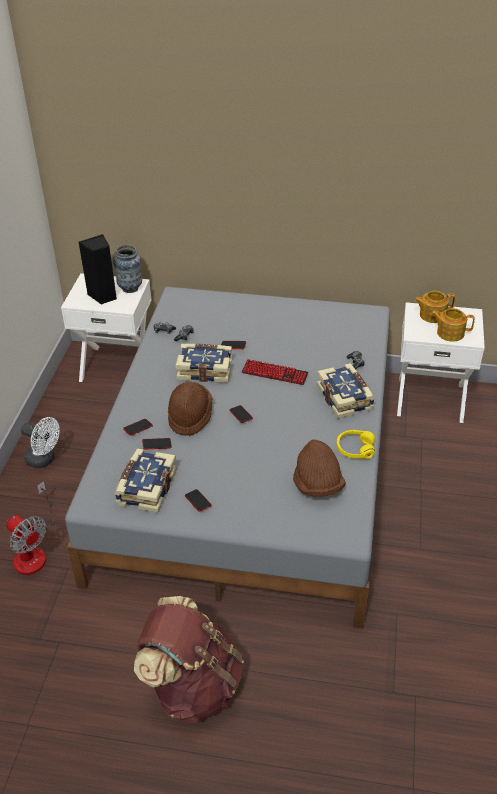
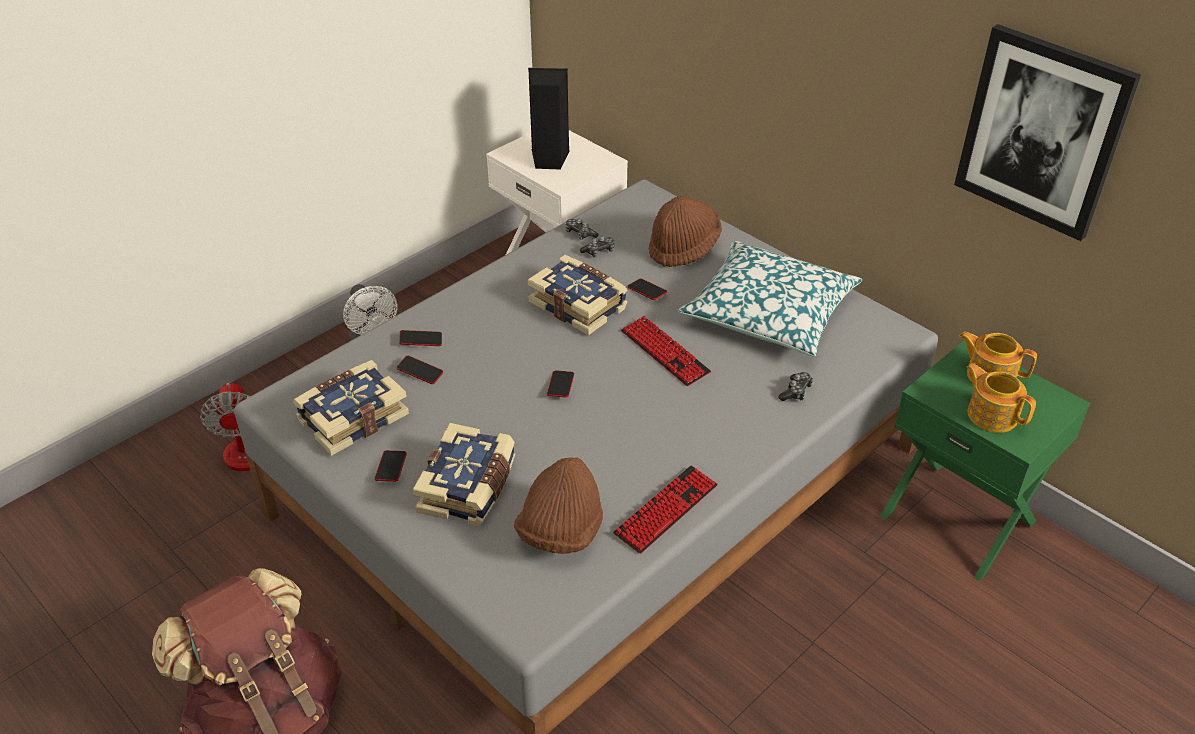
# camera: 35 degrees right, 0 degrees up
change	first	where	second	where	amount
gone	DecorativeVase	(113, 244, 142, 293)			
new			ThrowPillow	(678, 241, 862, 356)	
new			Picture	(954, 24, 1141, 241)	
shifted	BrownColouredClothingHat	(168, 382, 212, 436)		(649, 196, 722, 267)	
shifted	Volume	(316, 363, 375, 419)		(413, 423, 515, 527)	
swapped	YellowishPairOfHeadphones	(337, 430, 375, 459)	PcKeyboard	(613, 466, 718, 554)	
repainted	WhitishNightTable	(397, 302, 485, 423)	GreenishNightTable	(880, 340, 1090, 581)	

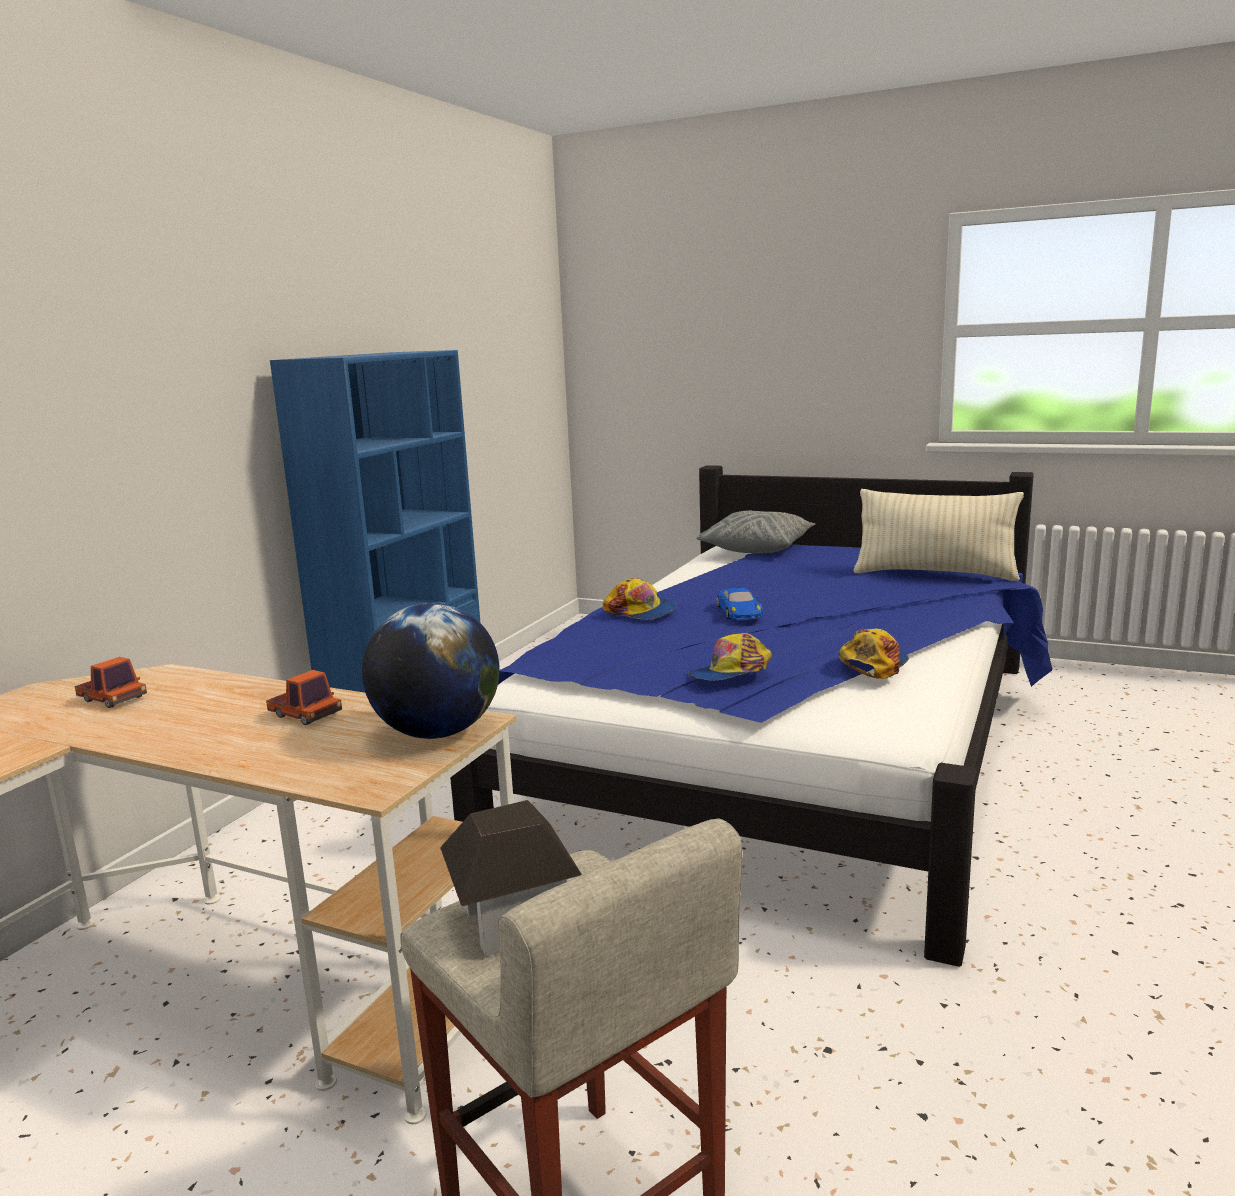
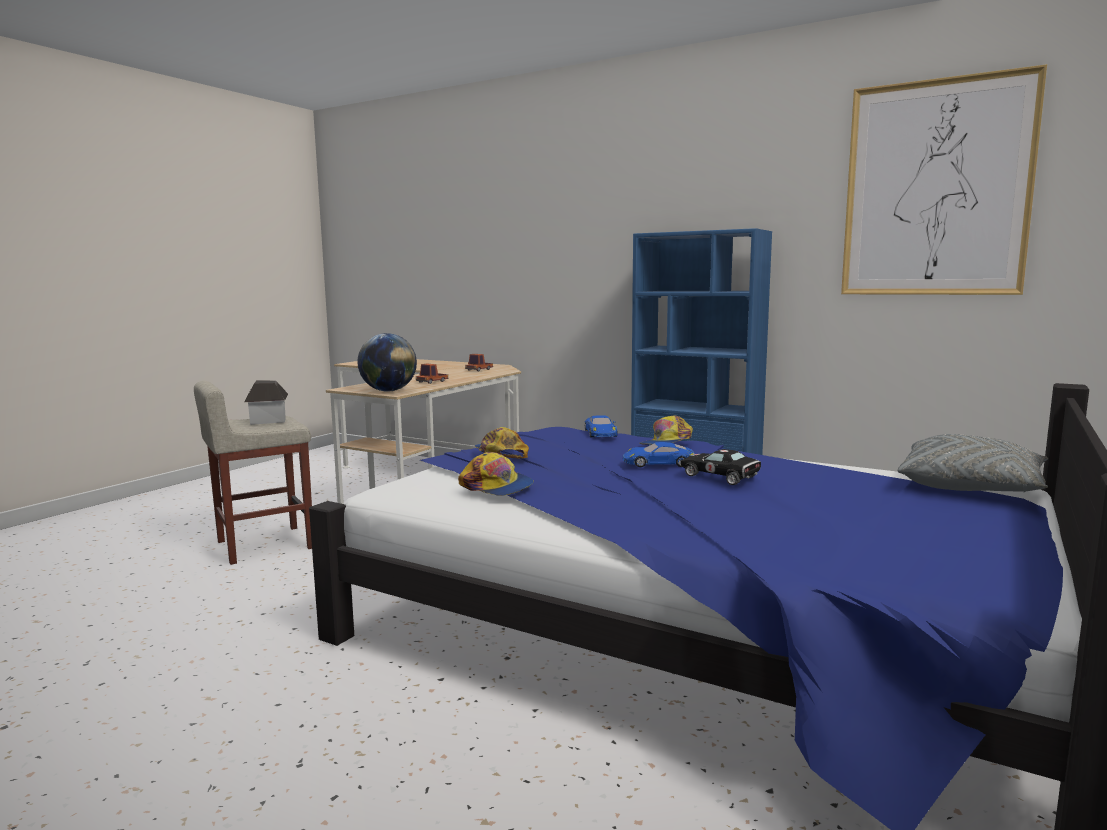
# camera: 95 degrees right, 5 degrees down
change	first	where	second	where	amount
gone	BeigeColouredThrowPillow	(853, 489, 1024, 581)			
new			BlueToyCar	(584, 415, 617, 437)	
new			BlackColouredToyCar	(681, 449, 761, 485)	
new			Picture	(841, 64, 1047, 295)	

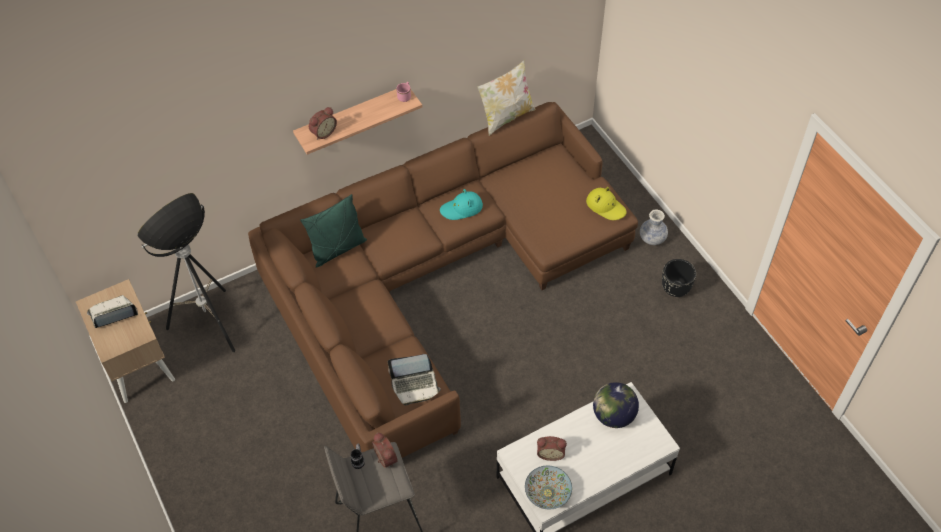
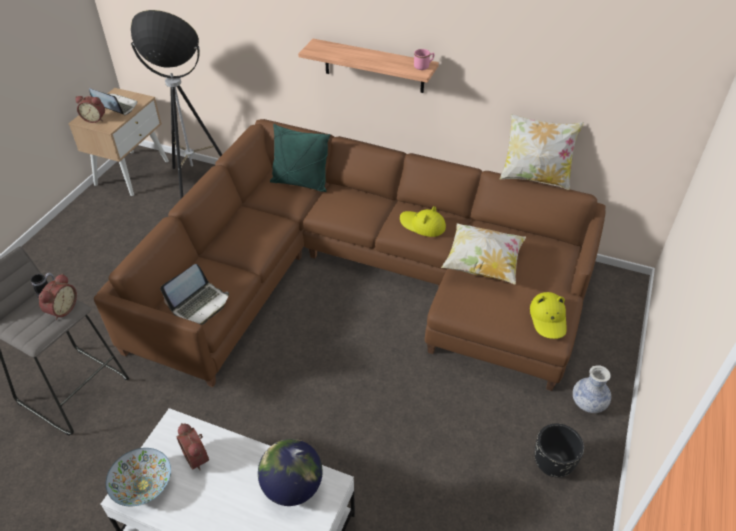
# camera: 50 degrees right, 10 degrees down
change	first	where	second	where	amount
new			ThrowPillow	(441, 223, 526, 284)	
shifted	AlarmClock	(309, 107, 337, 140)		(75, 96, 105, 123)	
repainted	TurquoiseClothingHat	(440, 189, 483, 220)	YellowishClothingHat	(400, 206, 446, 237)	
rotated	Laptop	(388, 354, 441, 405)		(160, 264, 229, 325)	90 degrees counterclockwise

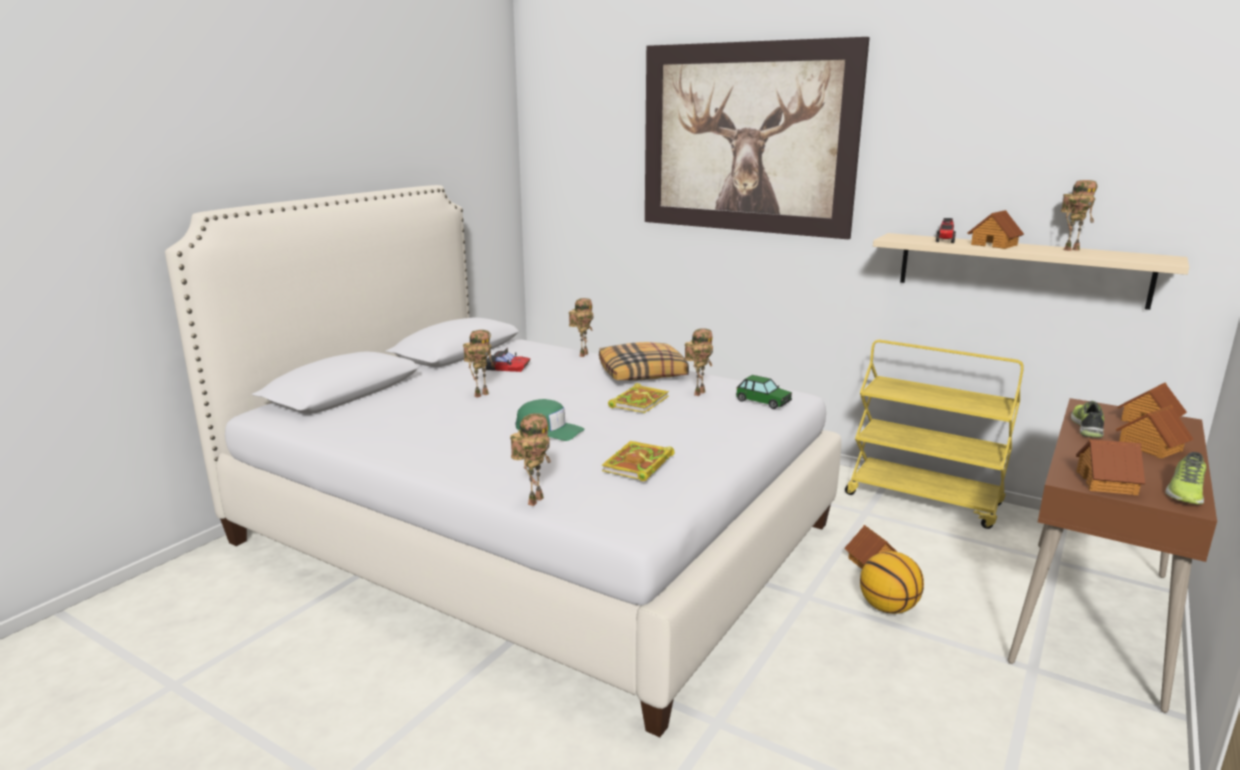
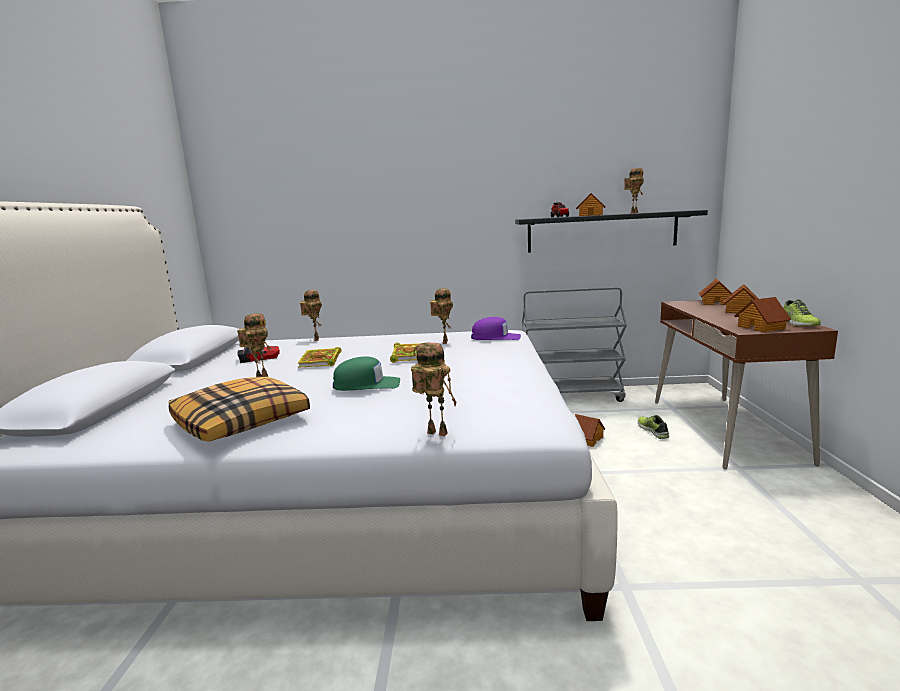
# camera: 30 degrees left, 5 degrees down
change	first	where	second	where	amount
gone	Picture	(645, 37, 870, 239)			
gone	Basketball	(860, 551, 924, 614)			
shifted	ThrowPillow	(599, 342, 689, 380)		(169, 377, 310, 442)	
shifted	Volume	(602, 441, 675, 481)		(298, 347, 342, 367)	
shifted	ItemOfFootwear	(1071, 401, 1104, 438)		(638, 415, 669, 439)	
swapped	ToyCar	(736, 375, 792, 409)	PurpleColouredBaseballCap	(471, 317, 521, 340)	
repainted	YellowishTrolley	(845, 340, 1024, 529)	GreyTrolley	(522, 287, 627, 402)	
repainted	BeigeColouredBracketShelf	(873, 233, 1189, 310)	BlackColouredBracketShelf	(515, 210, 708, 253)	
rotated	ModelRobot	(510, 413, 551, 506)		(411, 343, 456, 436)	60 degrees counterclockwise

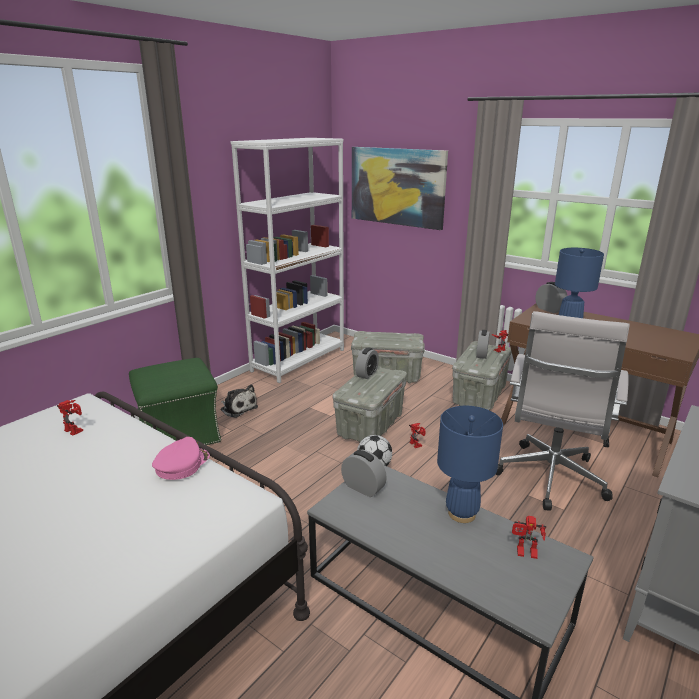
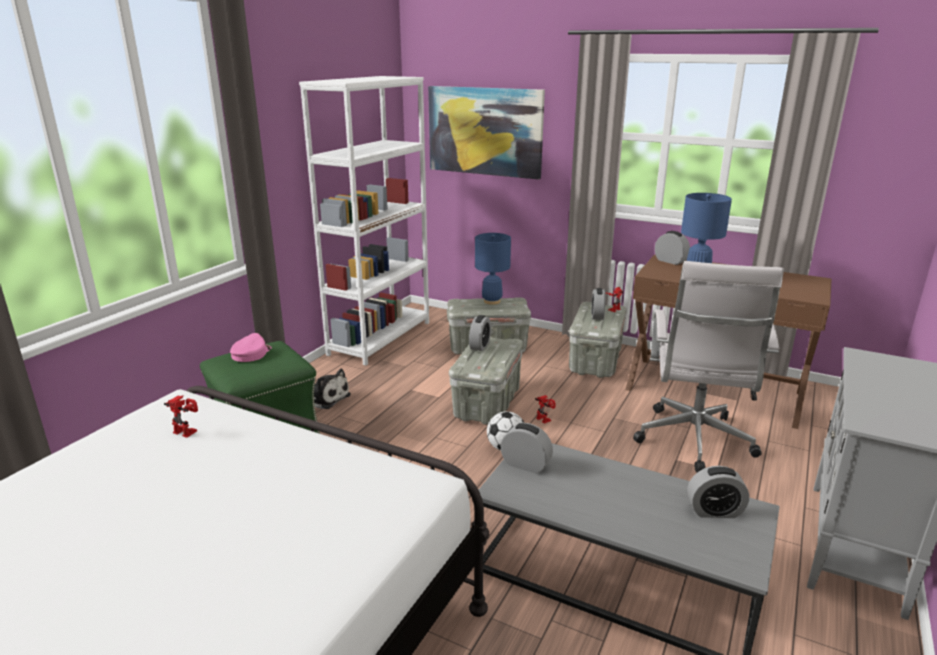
# camera: 10 degrees left, 0 degrees up
change	first	where	second	where	amount
shifted	PinkBaseballCap	(152, 437, 210, 480)		(230, 333, 272, 362)	
shifted	BlueTabletopLamp	(437, 406, 503, 523)		(475, 233, 511, 305)	
swapped	ModelRobot	(512, 516, 546, 559)	AlarmClock	(687, 466, 749, 518)	

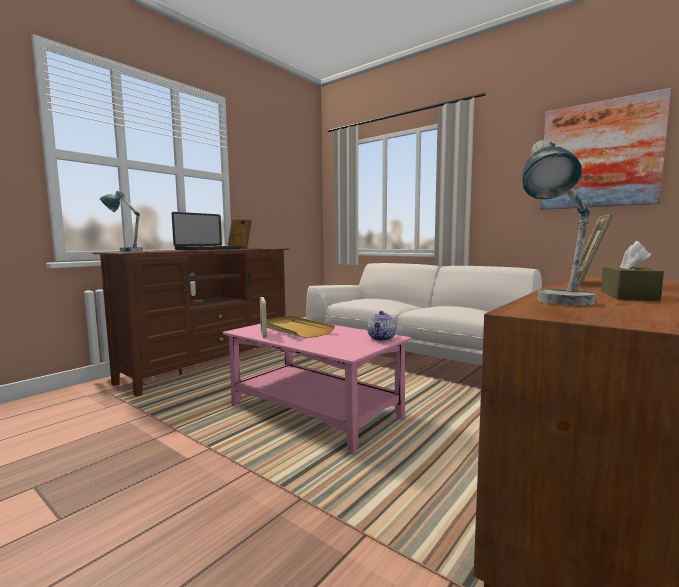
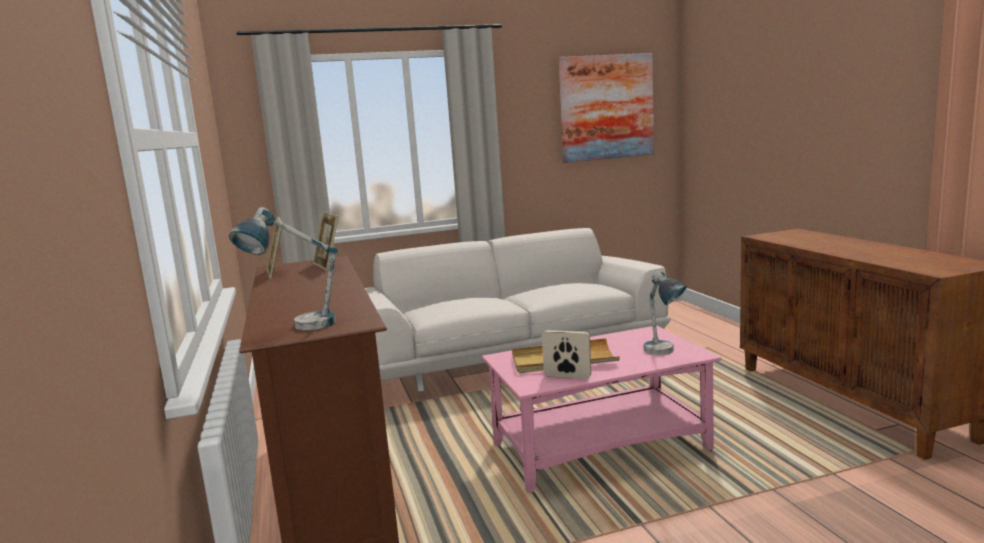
# camera: 55 degrees left, 5 degrees up
change	first	where	second	where	amount
gone	Laptop	(172, 212, 241, 250)			
gone	TeaPot	(367, 311, 396, 341)			
gone	BrownColouredBoxOfTissues	(601, 241, 664, 301)			
shifted	TabletopLamp	(522, 140, 596, 306)		(644, 271, 687, 355)	
shifted	PhotoFrame	(577, 215, 613, 286)		(312, 212, 338, 271)	

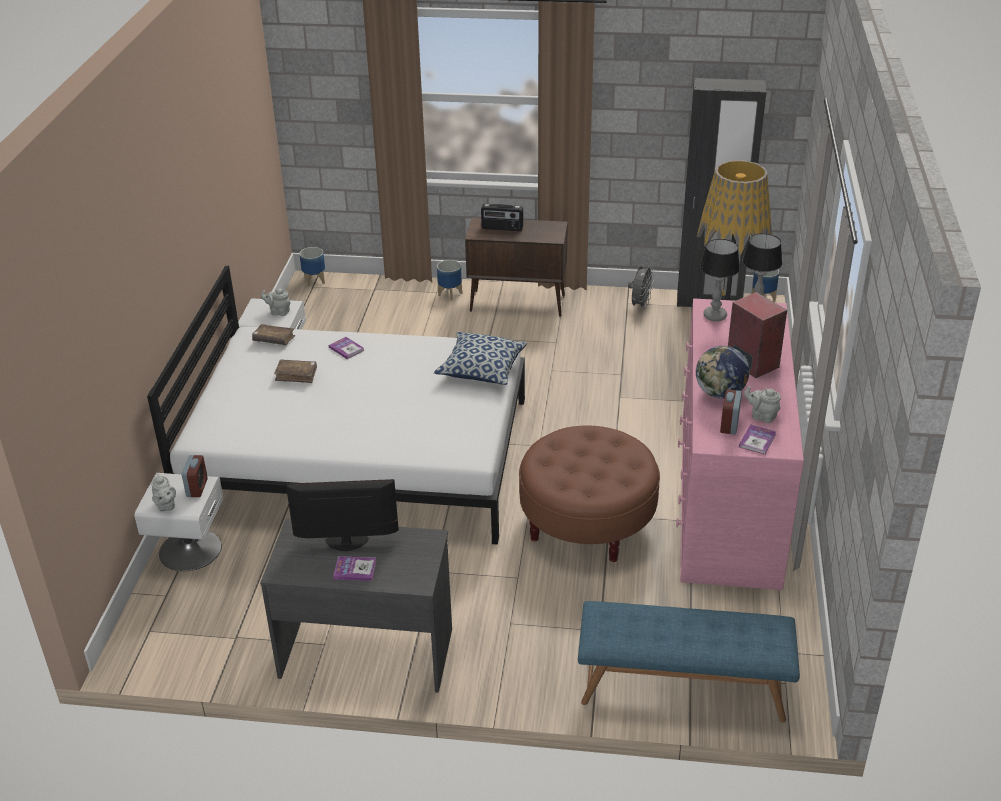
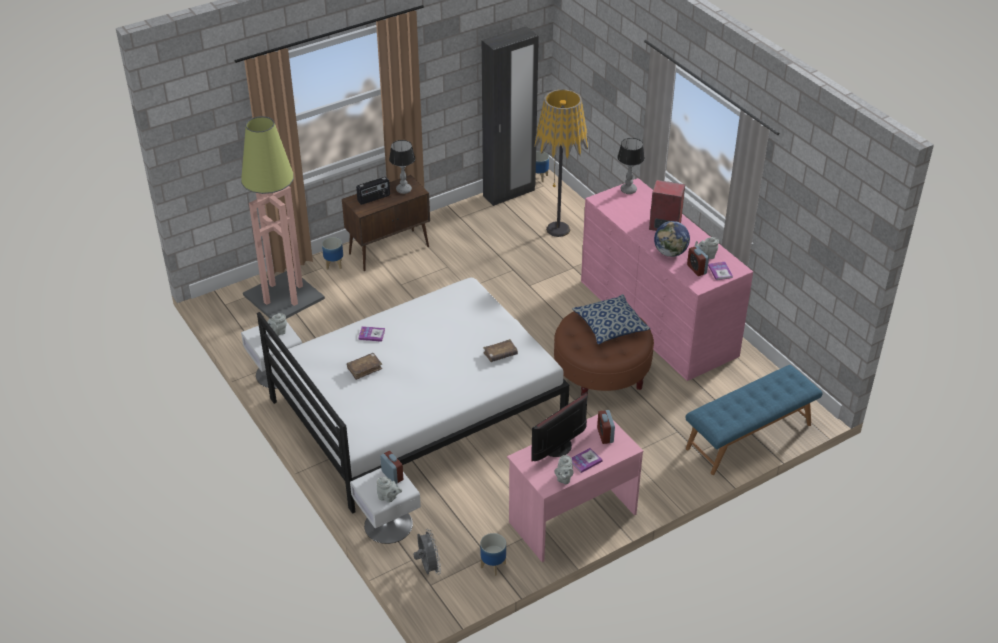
# camera: 40 degrees left, 5 degrees up
change	first	where	second	where	amount
new			StandingLamp	(241, 116, 325, 319)	
new			GreyTeaPot	(554, 454, 574, 484)	
new			AlarmClock	(597, 410, 615, 444)	
shifted	BrownColouredVolume	(252, 324, 295, 345)		(483, 339, 518, 362)	
shifted	Planter	(299, 247, 325, 286)		(480, 533, 506, 576)	
shifted	ThrowPillow	(434, 332, 527, 385)		(572, 294, 650, 345)	
shifted	GreyFan	(628, 265, 654, 310)		(413, 529, 441, 575)	
shifted	TabletopLamp	(700, 239, 740, 321)		(389, 140, 415, 194)	
repainted	GreyDeskUnit	(260, 518, 452, 693)	PinkDeskUnit	(507, 414, 643, 562)	

